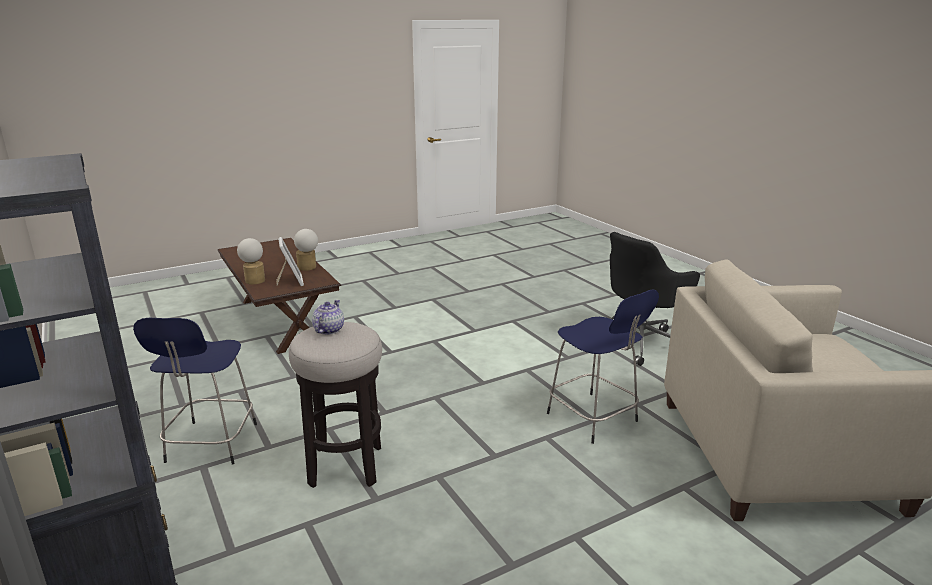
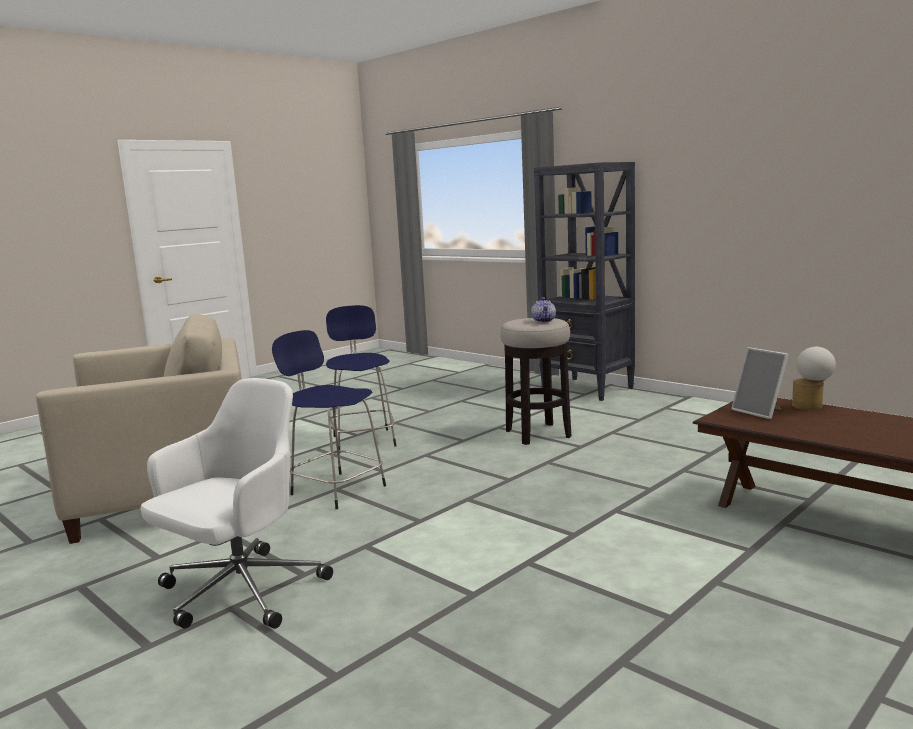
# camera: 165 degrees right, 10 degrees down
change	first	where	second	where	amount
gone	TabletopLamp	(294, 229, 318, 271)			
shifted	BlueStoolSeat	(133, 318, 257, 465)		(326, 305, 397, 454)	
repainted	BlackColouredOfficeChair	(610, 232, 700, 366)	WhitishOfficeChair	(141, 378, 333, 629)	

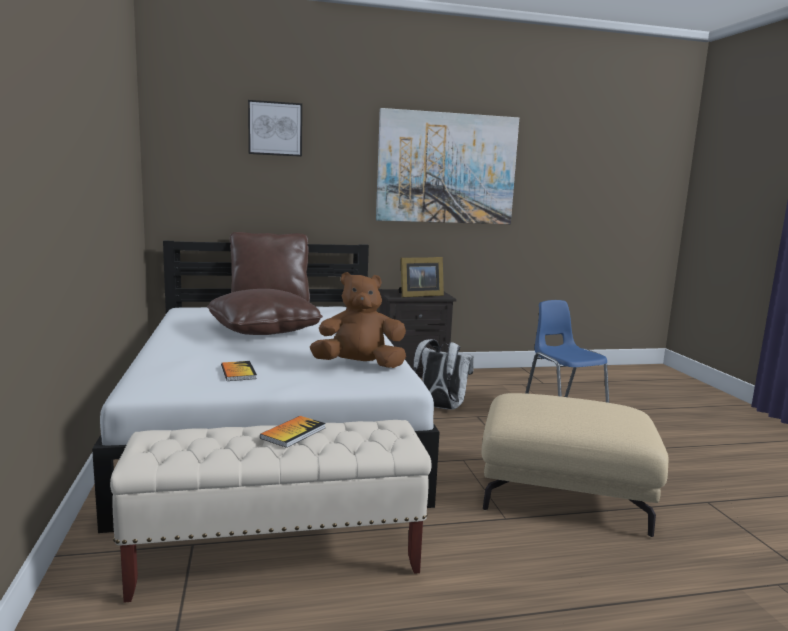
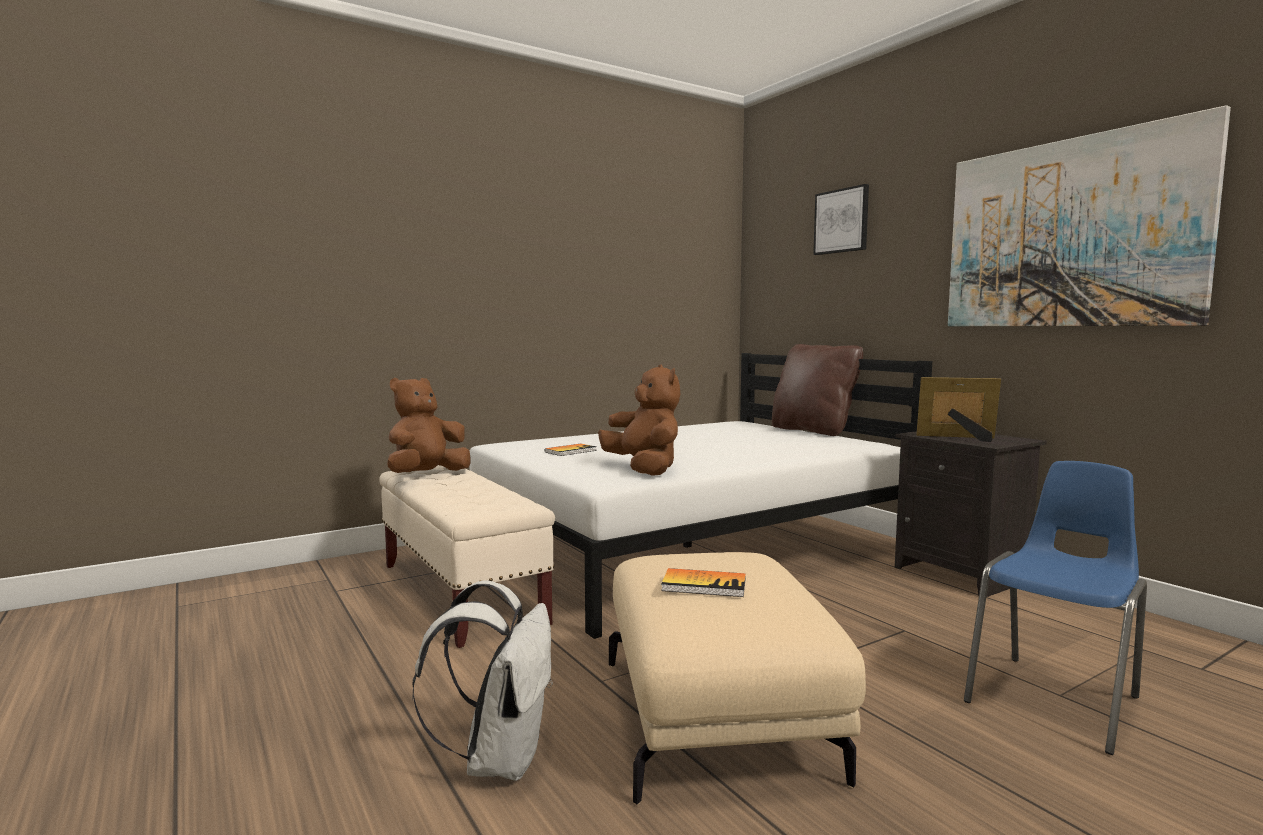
# camera: 70 degrees right, 5 degrees down
change	first	where	second	where	amount
gone	BrownColouredThrowPillow	(207, 289, 323, 335)			
new			BrownColouredCuddlyToy	(387, 378, 471, 473)	
shifted	Volume	(260, 416, 326, 448)		(661, 568, 746, 597)	
shifted	WhitishRucksack	(413, 339, 474, 410)		(412, 580, 553, 781)	
rotated	PhotoFrame	(399, 257, 444, 298)		(916, 377, 1001, 442)	150 degrees clockwise

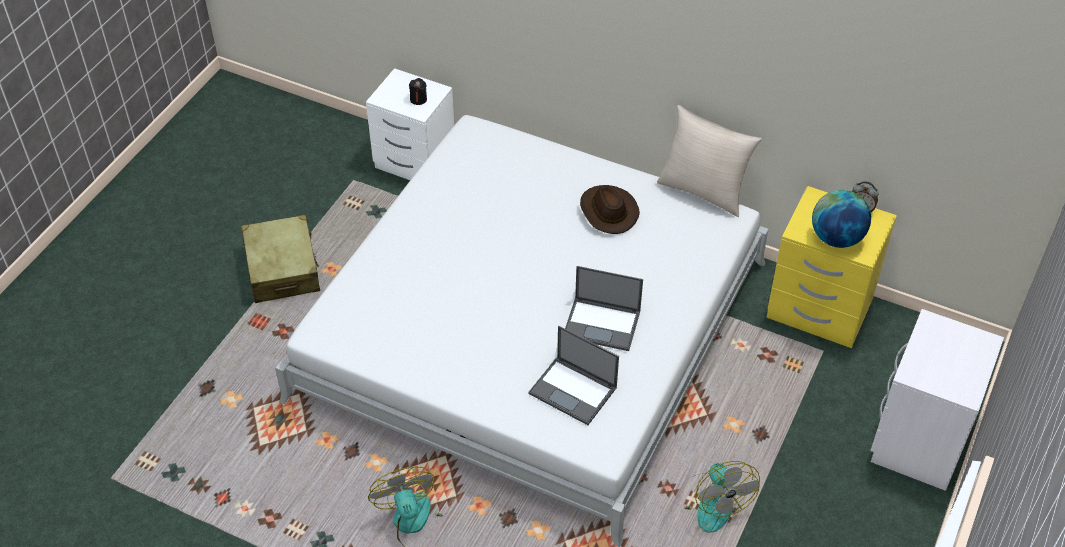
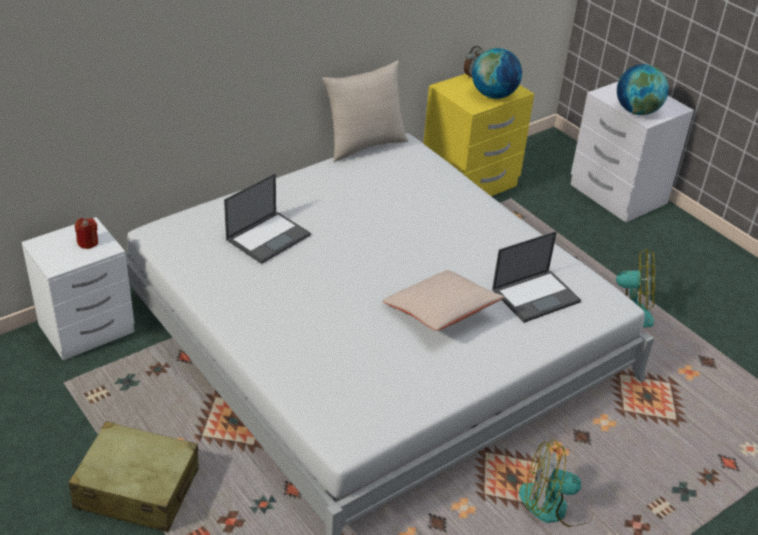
# camera: 65 degrees left, 10 degrees down
change	first	where	second	where	amount
gone	BrownColouredClothingHat	(580, 185, 640, 234)			
new			BeigeColouredThrowPillow	(383, 270, 504, 331)	
new			Globe	(617, 64, 669, 115)	
shifted	Laptop	(565, 266, 643, 351)		(224, 173, 311, 264)	
repainted	BlackColouredWaxLight	(409, 78, 427, 105)	ReddishWaxLight	(75, 218, 98, 249)	

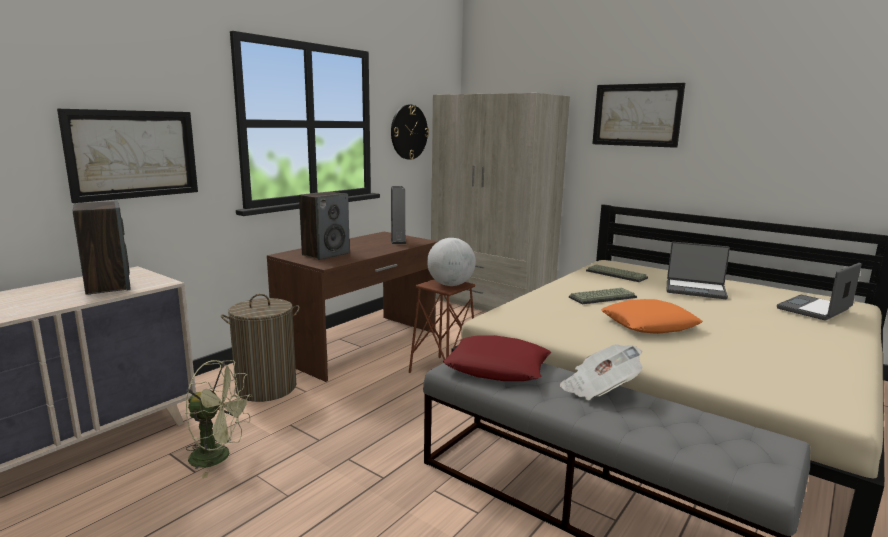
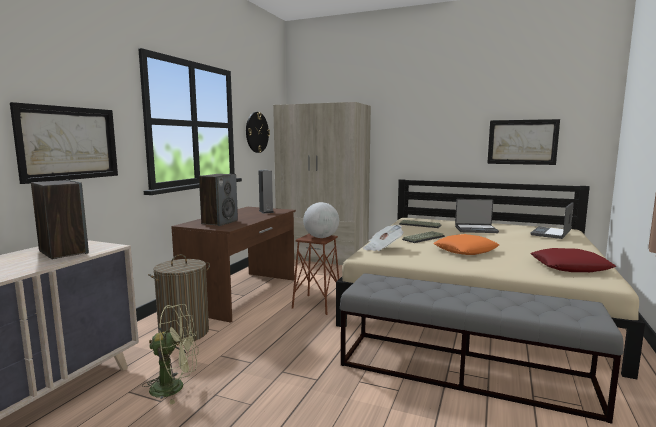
# camera: 15 degrees left, 5 degrees down
change	first	where	second	where	amount
shifted	ReddishThrowPillow	(443, 335, 551, 381)		(530, 248, 616, 272)	
shifted	DailyPaper	(560, 344, 642, 400)		(363, 225, 404, 251)	
shifted	Picture	(592, 83, 685, 148)		(487, 119, 560, 165)	

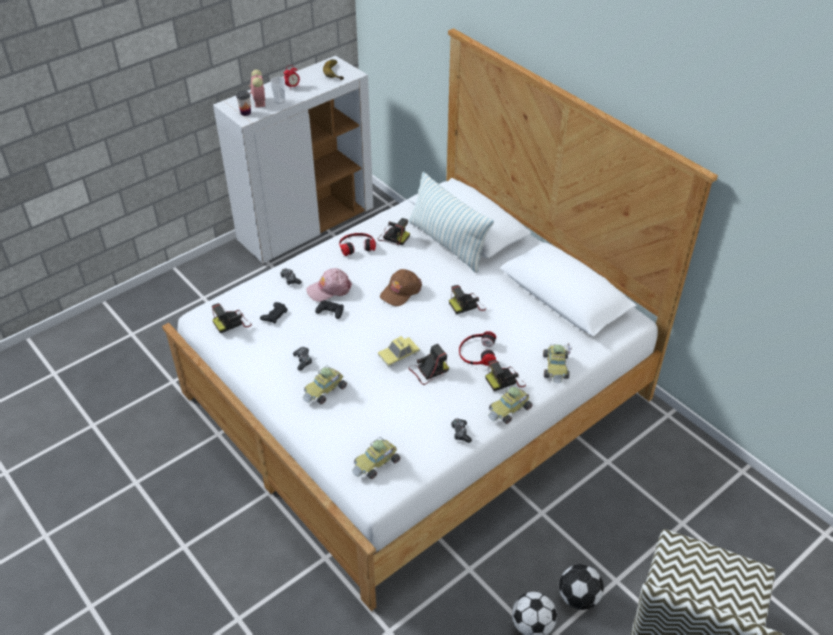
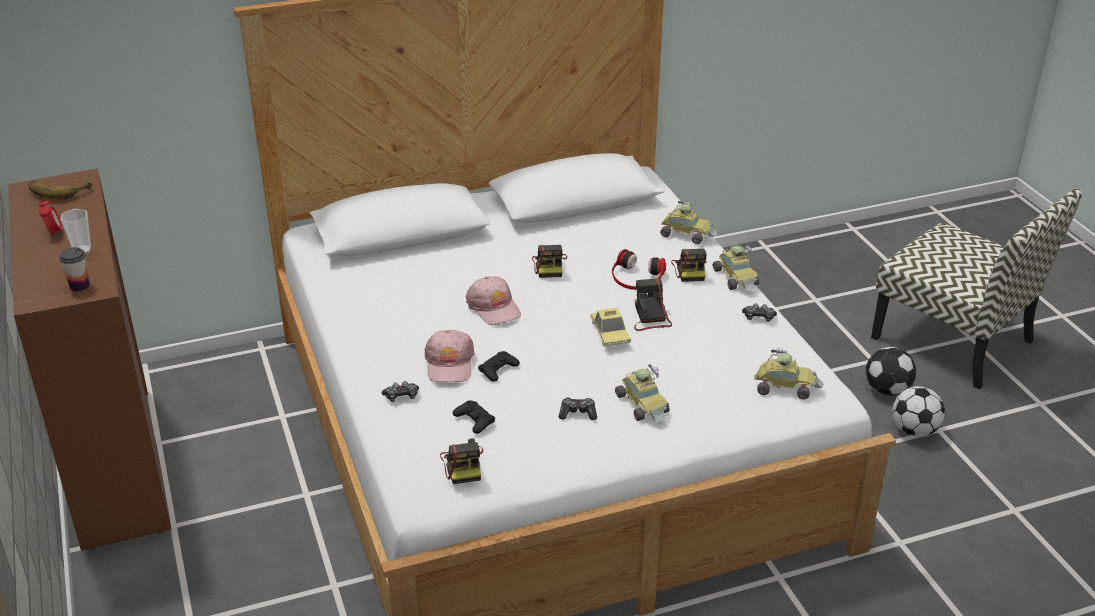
# camera: 70 degrees left, 10 degrees down
change	first	where	second	where	amount
gone	AlarmClock	(249, 70, 266, 107)			
gone	PairOfHeadphones	(339, 233, 376, 256)			
gone	StillCamera	(378, 218, 410, 245)			
gone	ThrowPillow	(408, 172, 494, 273)			
repainted	WhitishCabinet	(213, 56, 373, 264)	BrownColouredCabinet	(8, 168, 171, 551)	
repainted	BrownColouredBaseballCap	(380, 269, 422, 306)	PinkBaseballCap	(466, 276, 521, 325)	
rotated	ToyCar	(352, 437, 401, 479)		(754, 348, 824, 399)	60 degrees counterclockwise

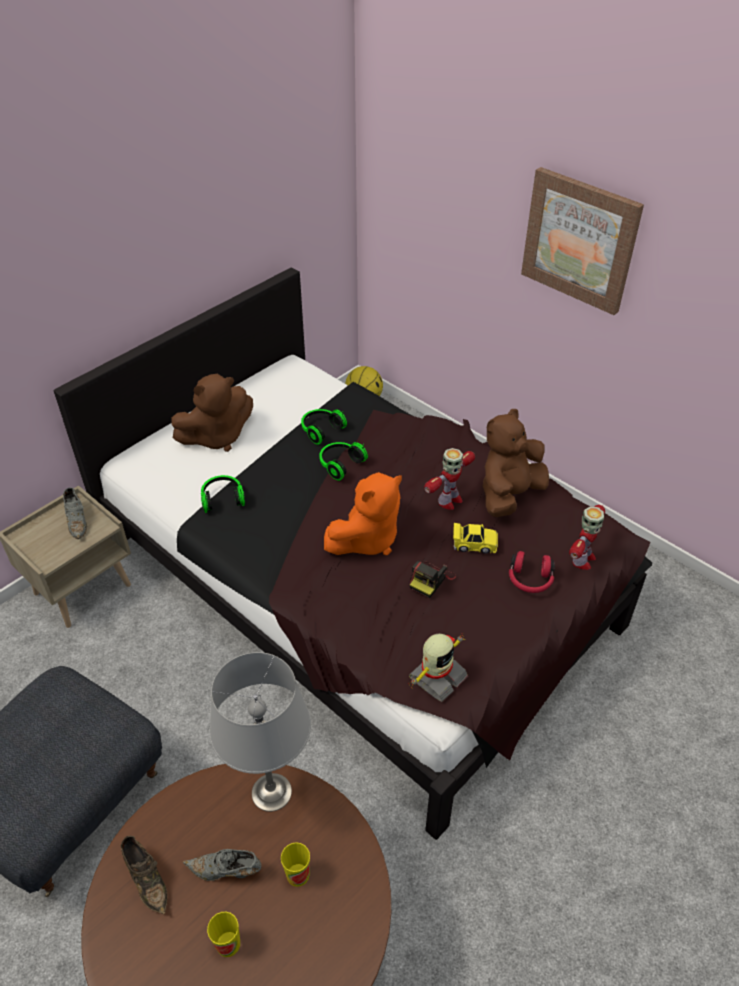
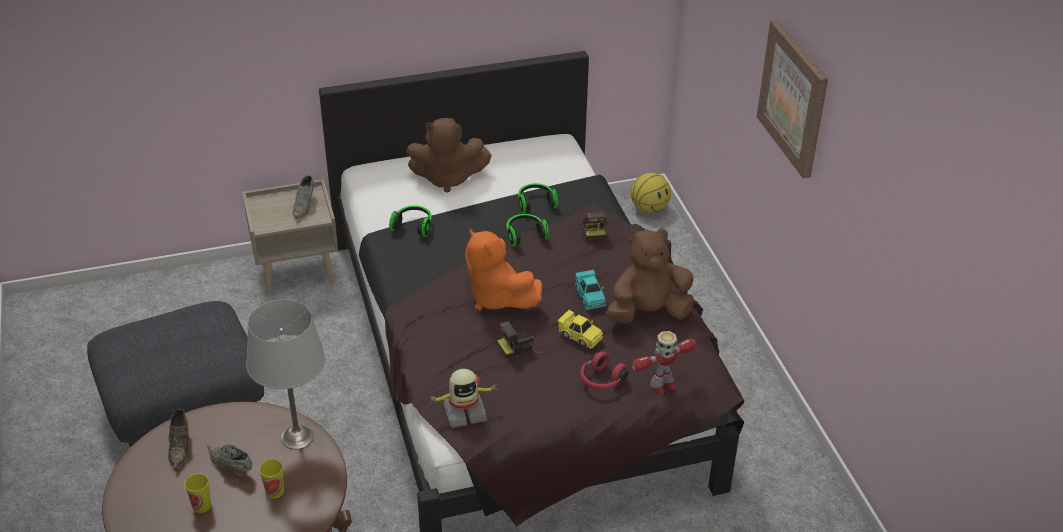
# camera: 30 degrees right, 5 degrees down
change	first	where	second	where	amount
new			StillCamera	(578, 210, 607, 239)	
swapped	ModelRobot	(424, 448, 475, 510)	TurquoiseToyCar	(575, 270, 606, 310)	
rotated	OrangeCuddlyToy	(324, 472, 402, 555)		(465, 229, 543, 311)	60 degrees clockwise

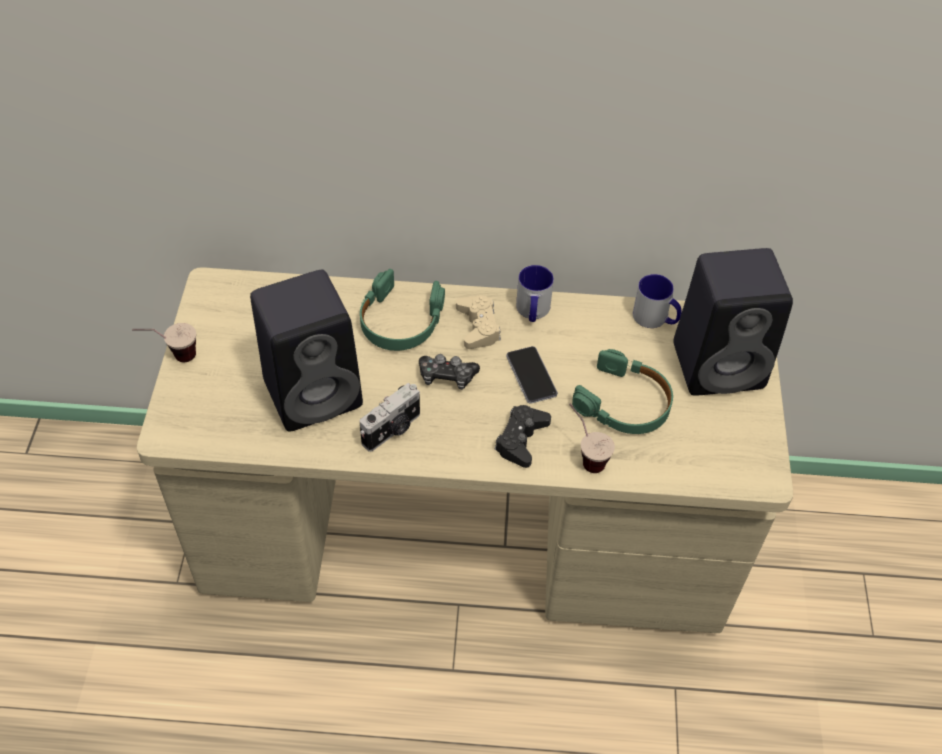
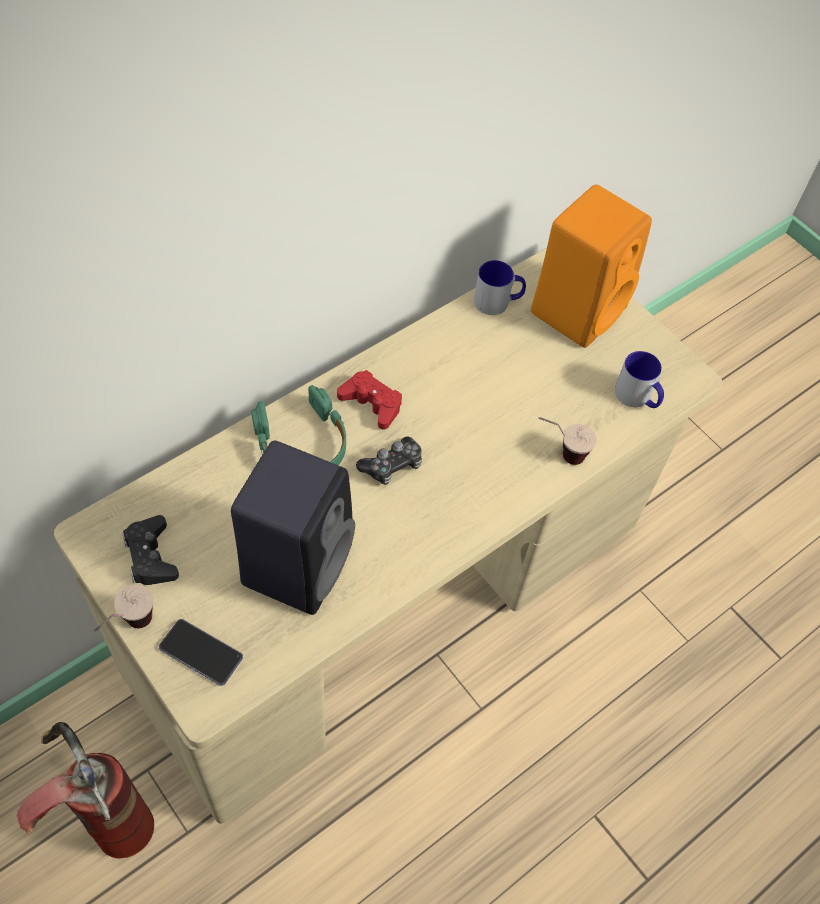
# camera: 45 degrees left, 5 degrees up
change	first	where	second	where	amount
gone	StillCamera	(360, 383, 420, 452)			
gone	GreenishPairOfHeadphones	(572, 349, 673, 434)			
new			Extinguisher	(17, 722, 154, 858)	
shifted	BlackColouredGamepad	(494, 405, 551, 468)		(123, 515, 179, 585)	
shifted	Handset	(506, 346, 558, 404)		(159, 619, 243, 686)	
shifted	Mug	(516, 265, 554, 322)		(615, 351, 664, 408)	
repainted	BeigeColouredGamepad	(456, 295, 501, 349)	ReddishGamepad	(337, 370, 402, 429)	
repainted	BlackColouredAudioSpeaker	(674, 248, 793, 396)	OrangeAudioSpeaker	(531, 184, 652, 348)	

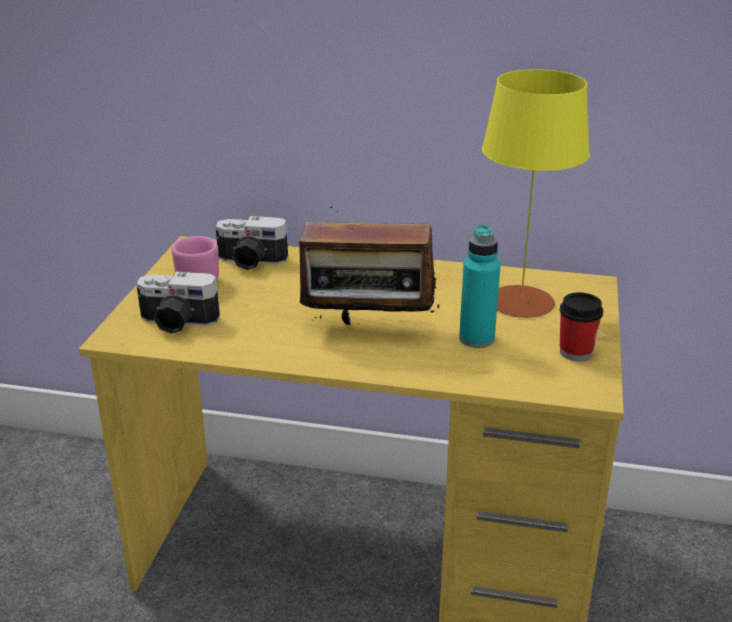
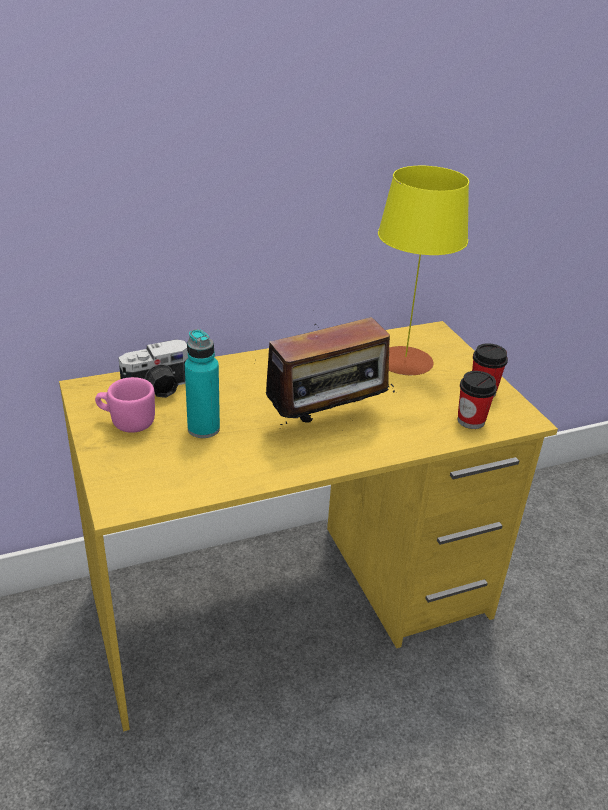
# camera: 35 degrees left, 5 degrees up
change	first	where	second	where	amount
gone	StillCamera	(136, 272, 220, 334)			
new			Cup	(458, 371, 497, 429)	
shifted	TurquoiseDrinkBottle	(459, 225, 501, 348)		(185, 329, 220, 438)	

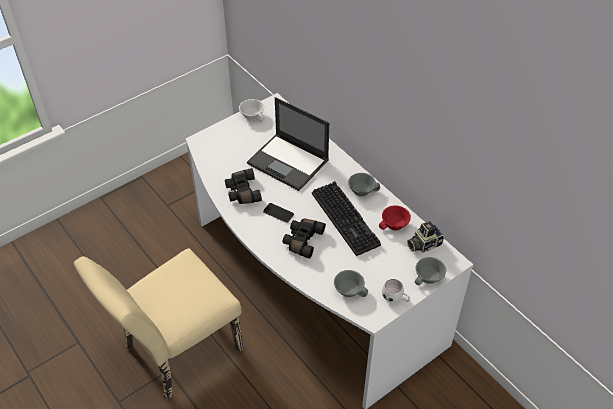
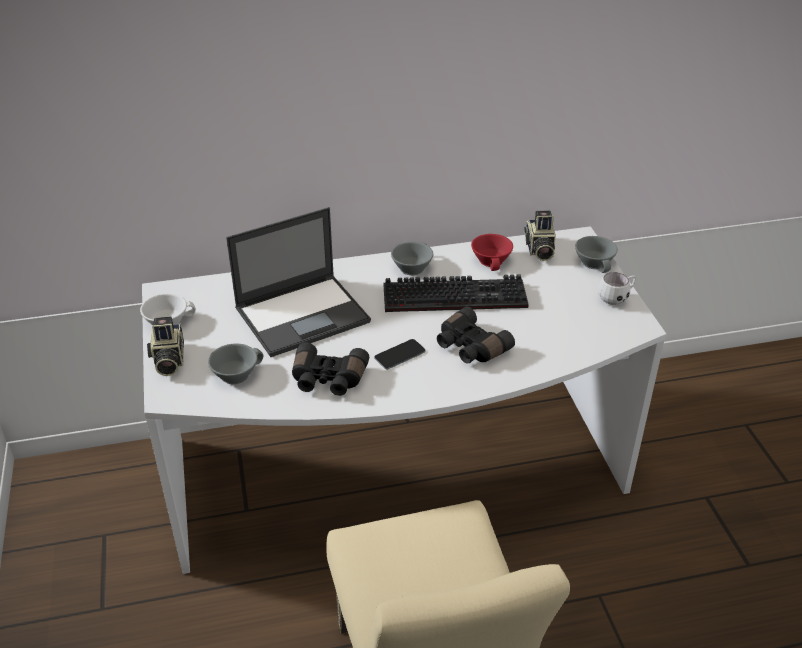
# camera: 65 degrees left, 10 degrees down
change	first	where	second	where	amount
new			StillCamera	(147, 317, 184, 376)	
shifted	GreyCup	(334, 270, 368, 297)		(208, 343, 264, 384)	

